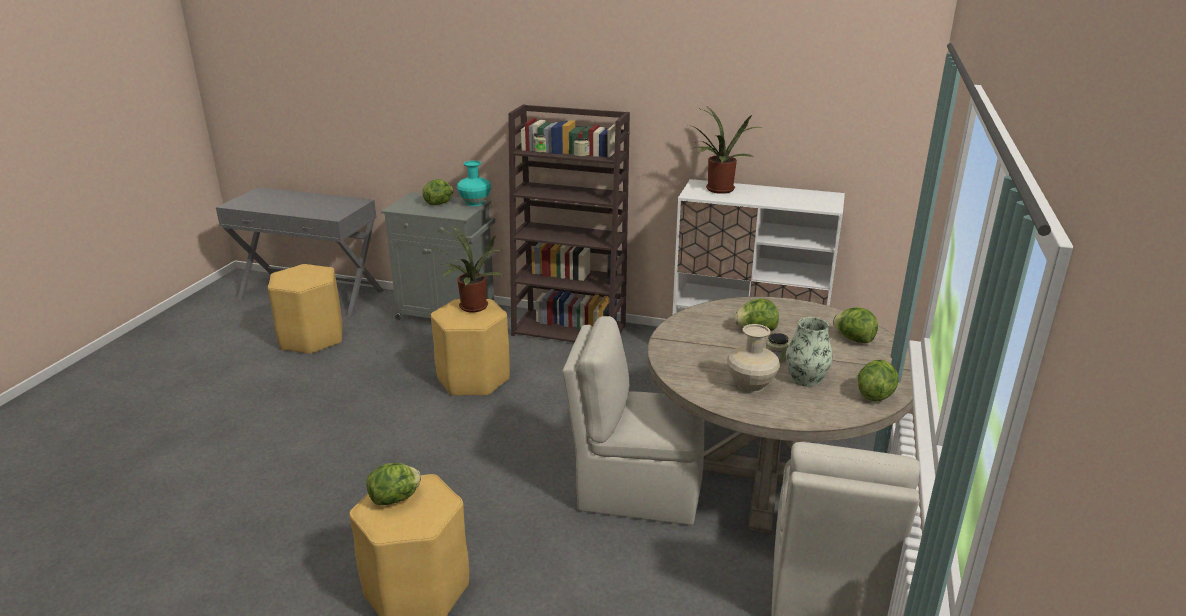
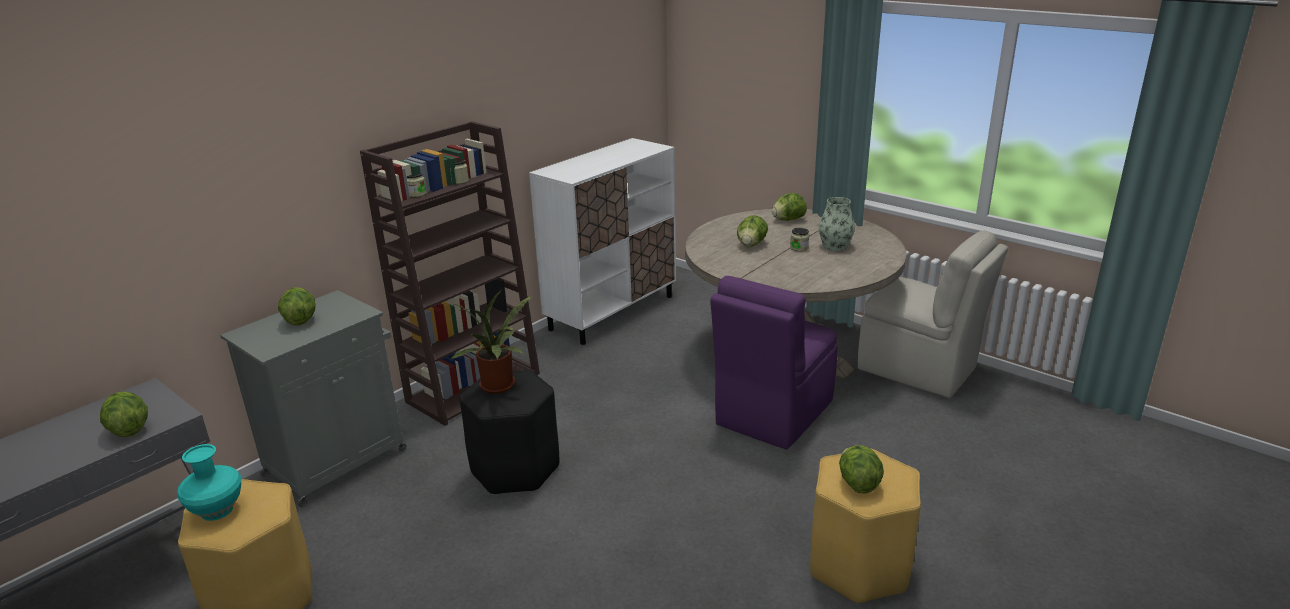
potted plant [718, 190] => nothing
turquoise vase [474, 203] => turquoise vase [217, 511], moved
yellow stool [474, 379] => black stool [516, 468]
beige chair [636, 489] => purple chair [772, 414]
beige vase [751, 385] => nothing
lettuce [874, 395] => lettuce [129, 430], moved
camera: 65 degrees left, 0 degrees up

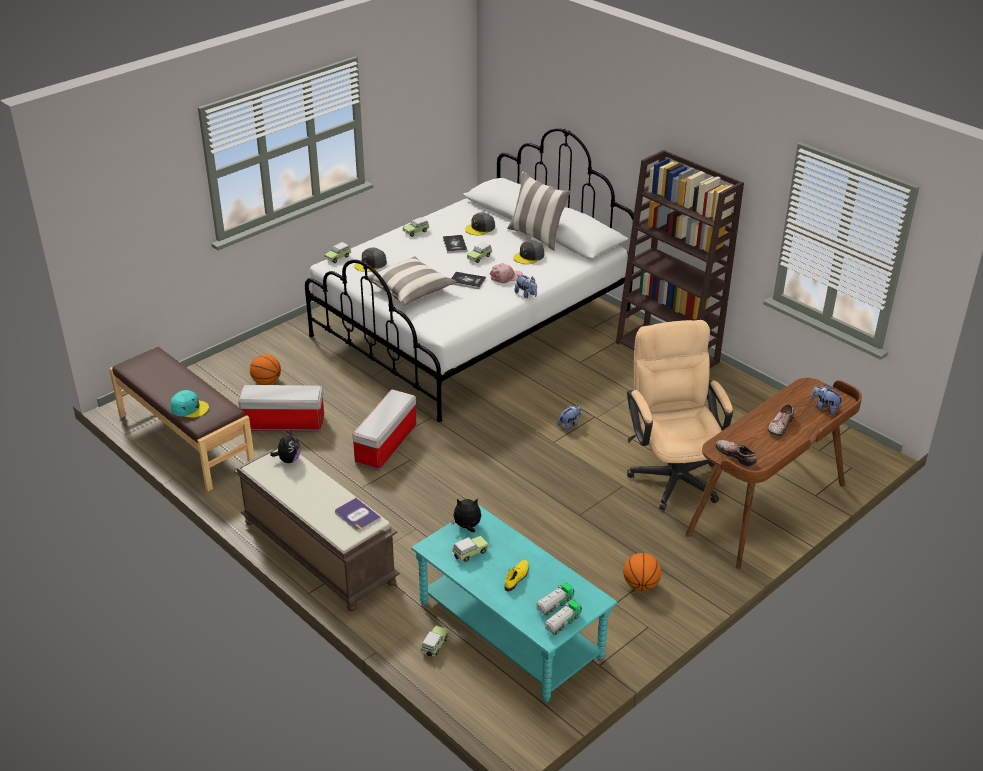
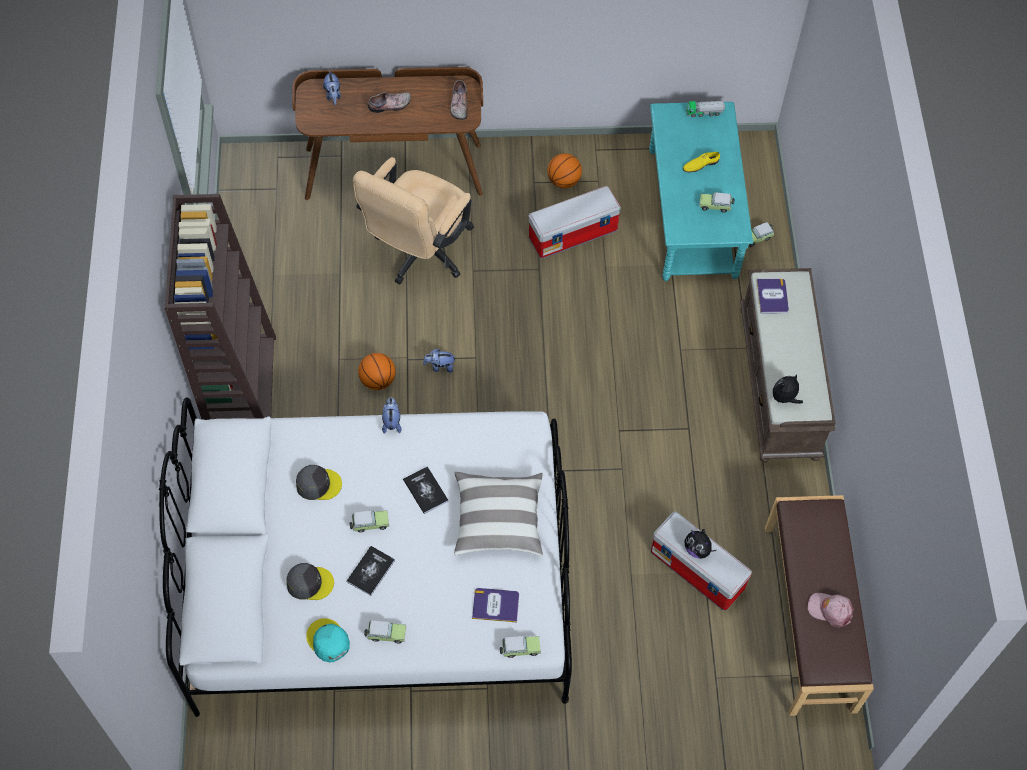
pillow [537, 236] => nothing
grey cap [371, 264] => book [495, 605]
pink cap [506, 277] => pink cap [830, 610], moved
basketball [266, 382] => basketball [378, 380], moved
storage box [386, 445] => storage box [573, 233], moved
turquoise cap [189, 408] => turquoise cap [328, 641], moved
plush toy [467, 527] => plush toy [697, 549], moved
toy truck [554, 605] => nothing
camera: 140 degrees left, 25 degrees up

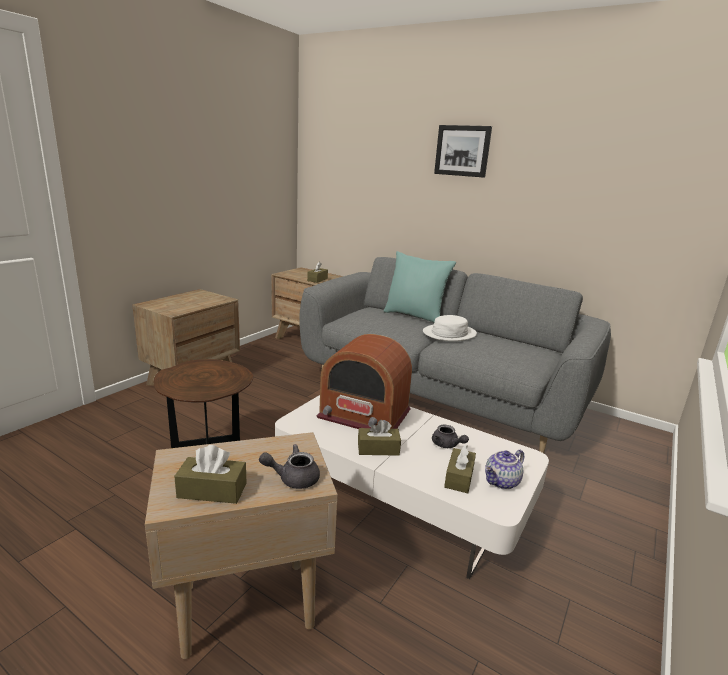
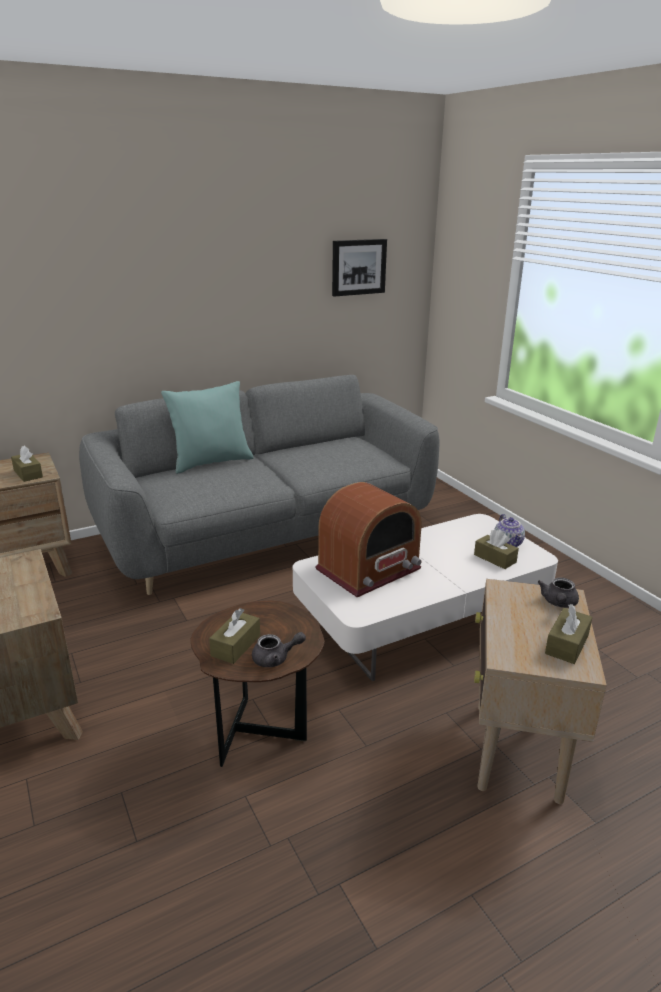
picture [462, 151] => picture [358, 267], moved
white hat [449, 333] => nothing
brown tissue box [378, 449] => brown tissue box [236, 645], moved
grey teapot [447, 445] => grey teapot [276, 658], moved
camera: 60 degrees left, 5 degrees up

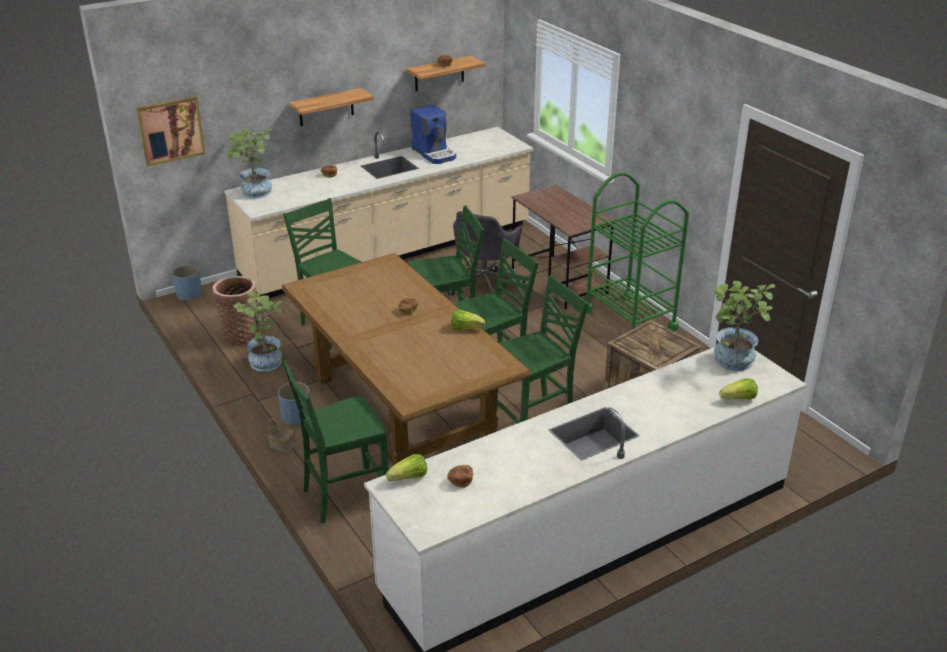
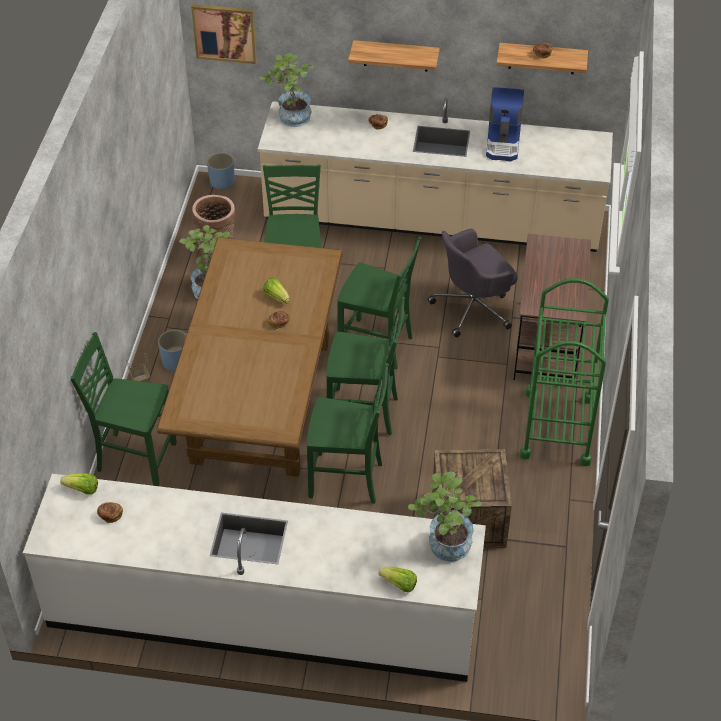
lettuce [465, 328] => lettuce [276, 297], moved
camera: 40 degrees right, 15 degrees up

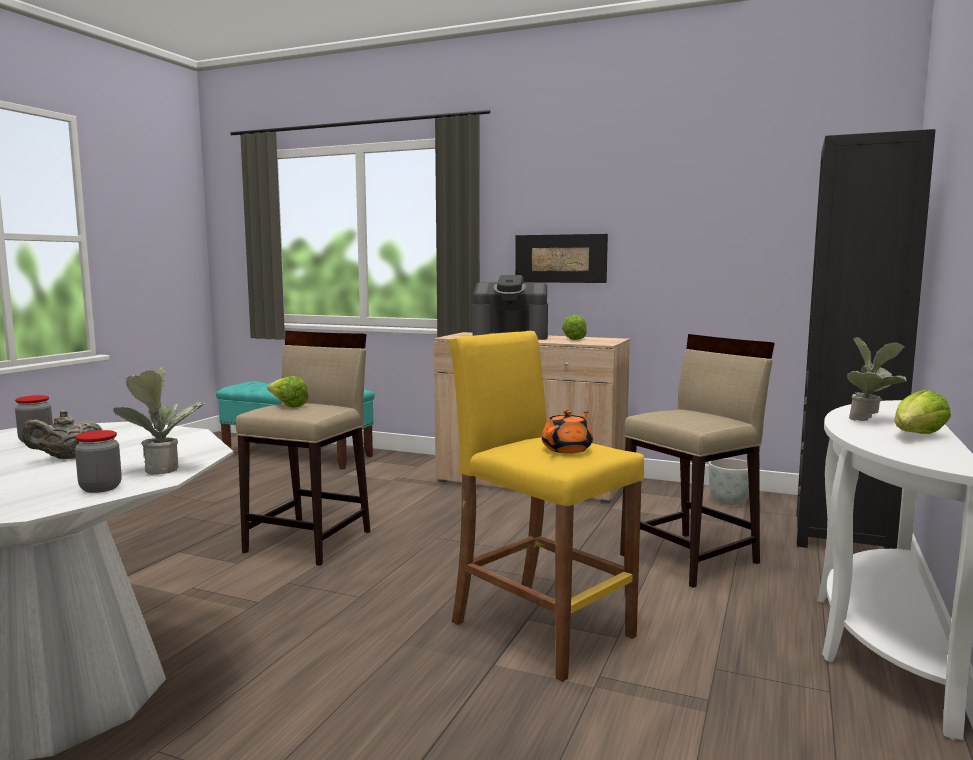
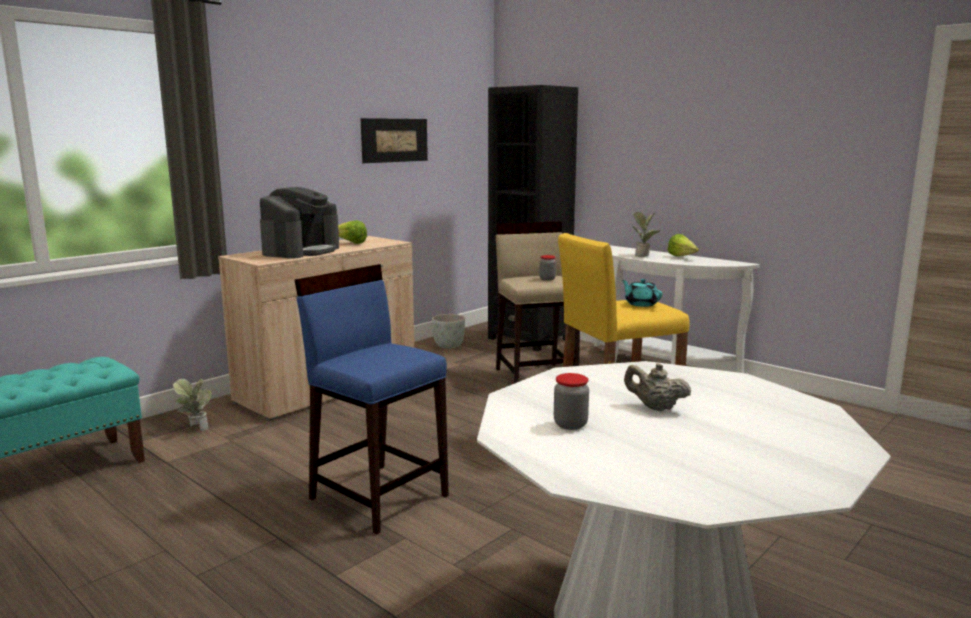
picture [560, 258] => picture [394, 140], moved
beige stool [310, 541] => blue stool [379, 496]
potted plant [161, 468] => potted plant [195, 429], moved
lettuce [287, 406] => nothing
beige teapot [65, 458] => beige teapot [655, 408], 135 degrees clockwise
orange teapot [568, 449] => turquoise teapot [641, 304]
jar [100, 488] => jar [547, 279], moved
camera: 70 degrees left, 5 degrees up

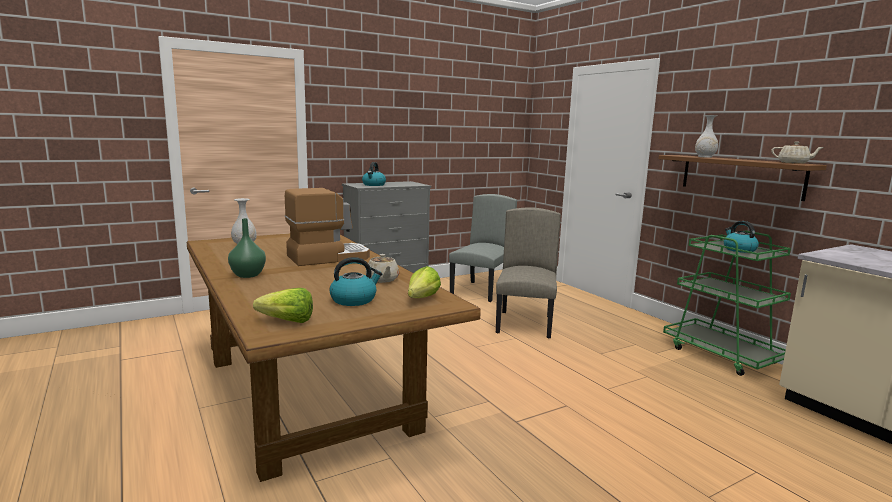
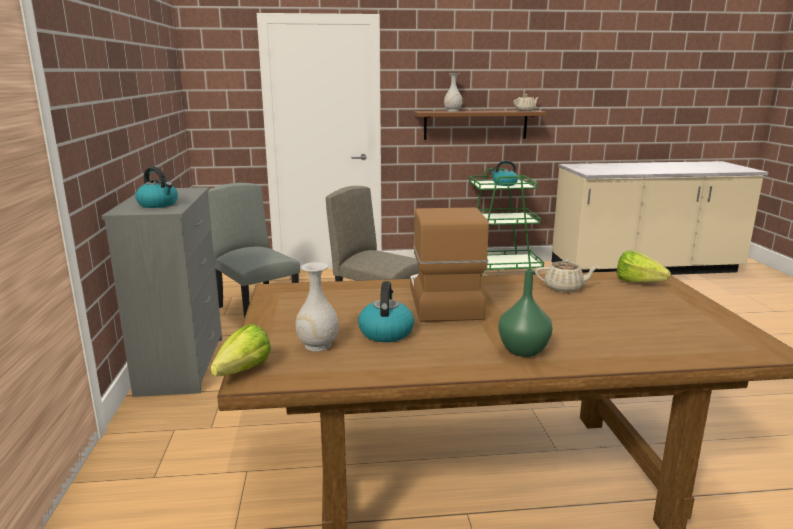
kettle [354, 300] => kettle [385, 332], moved
lettuce [283, 321] => lettuce [238, 374], moved
camera: 65 degrees left, 5 degrees up

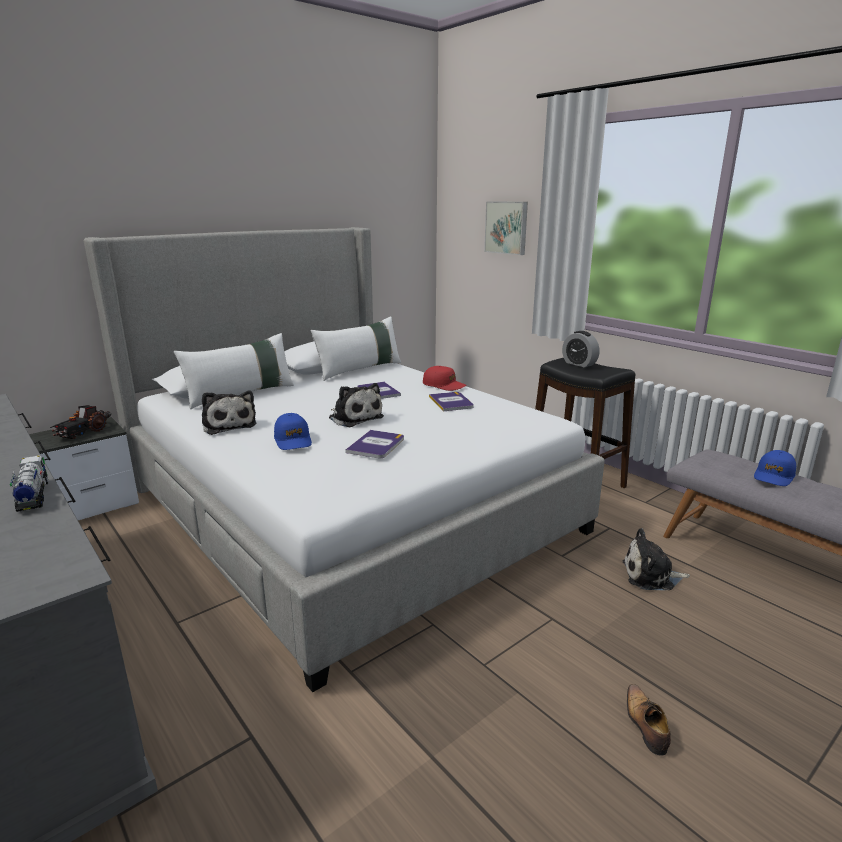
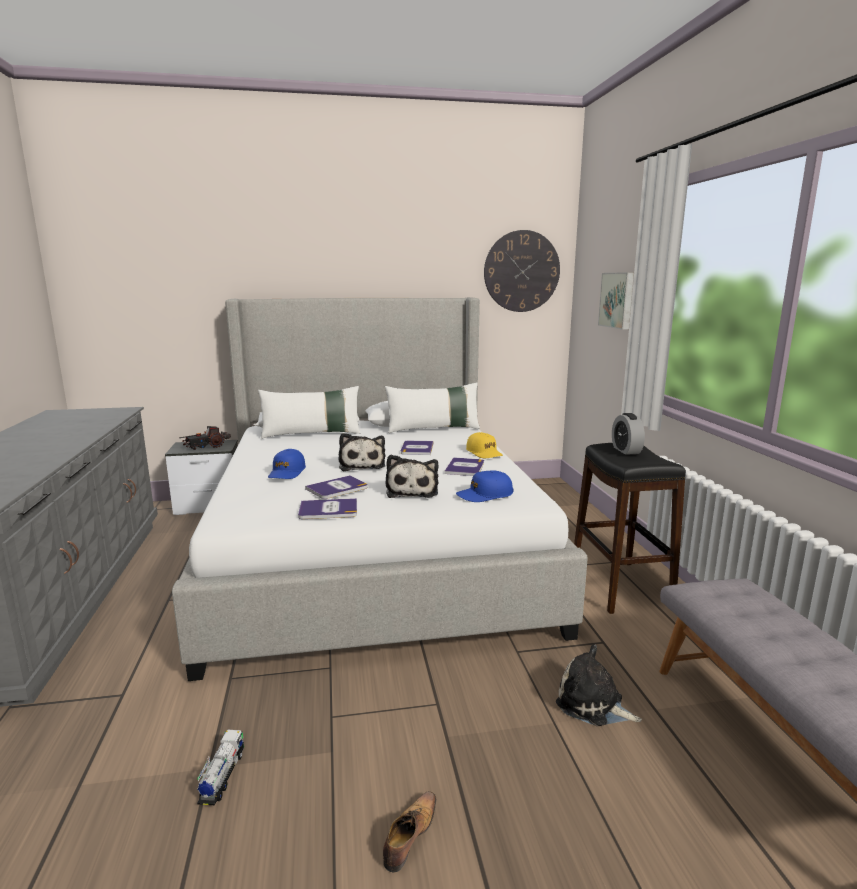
red cap [444, 385] => yellow cap [484, 453]
plush toy [228, 425] => plush toy [412, 491], moved
blue cap [774, 476] => blue cap [485, 495], moved
toy truck [33, 496] => toy truck [222, 776], moved
nothing => wall clock [521, 271]
nothing => book [328, 510]
camera: 30 degrees right, 5 degrees down

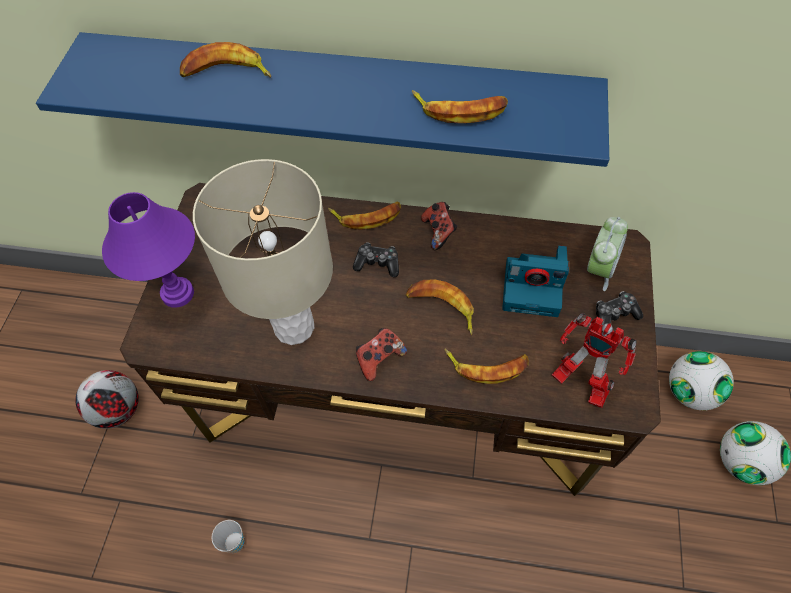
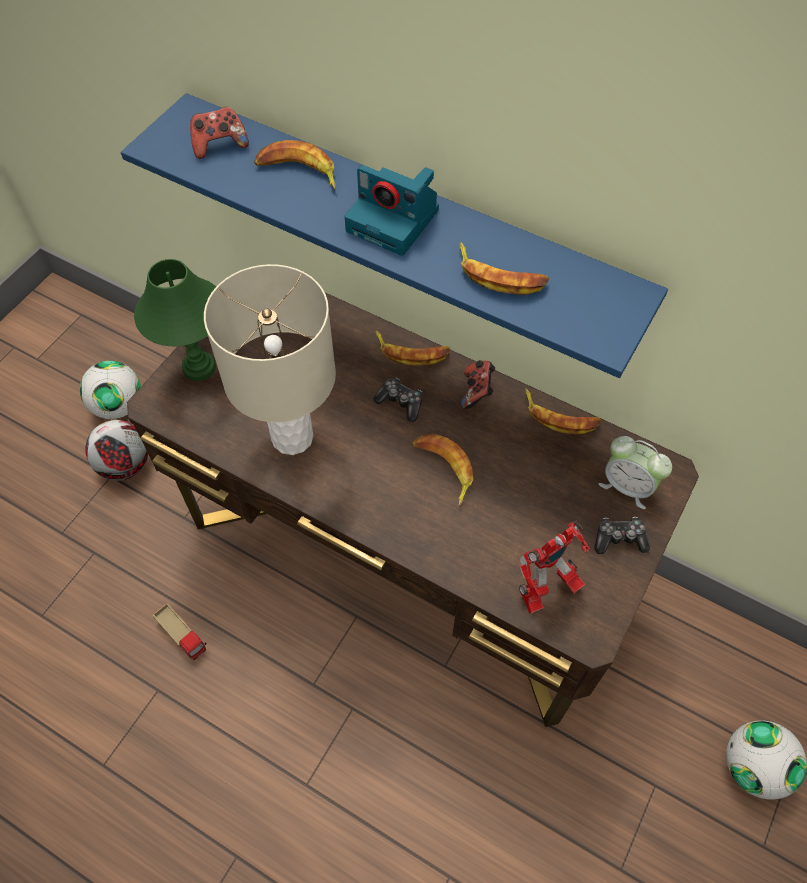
purple table lamp [178, 293] => green table lamp [200, 367]
alarm clock [599, 269] => alarm clock [627, 486], 75 degrees clockwise
photo camera [533, 288] => photo camera [395, 221], moved
toy robot [578, 383] => toy robot [546, 592], 90 degrees counterclockwise
game controller [379, 359] => game controller [220, 145], moved
banana [487, 366] => banana [560, 417], moved
football [689, 392] => football [118, 406], moved
cup [234, 542] => toy truck [183, 635]
camera: 20 degrees right, 0 degrees up

